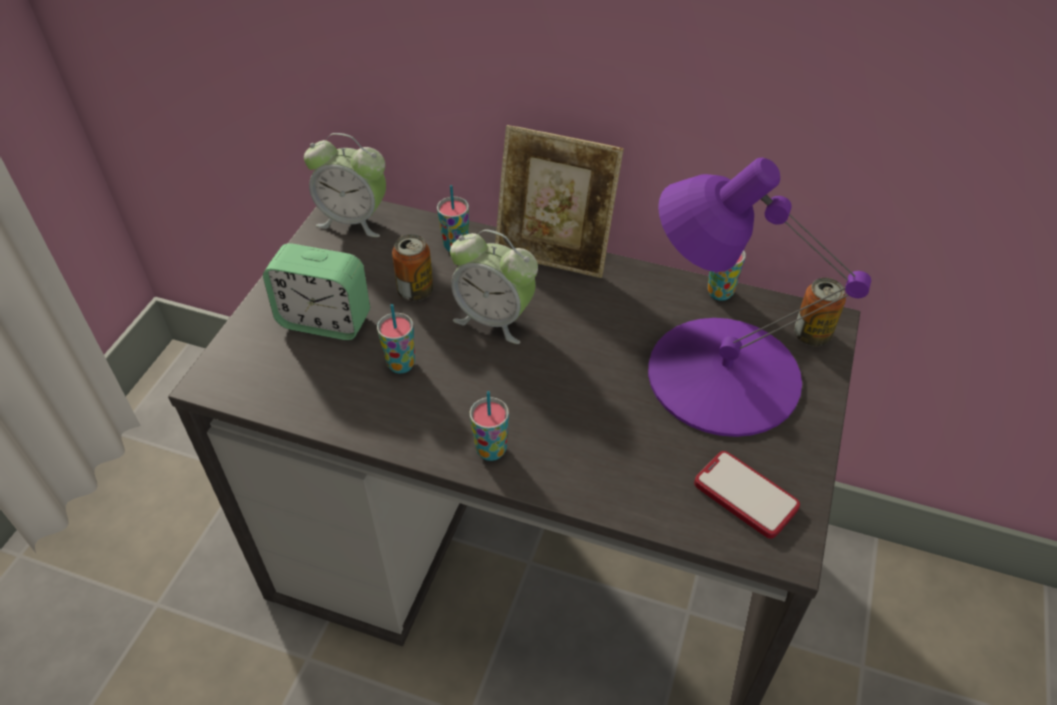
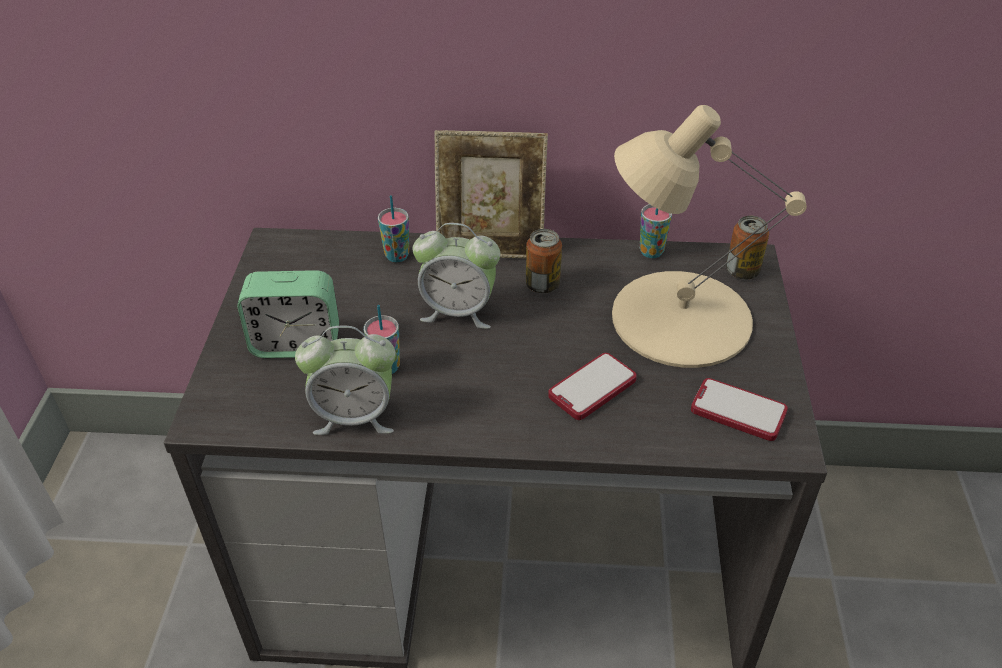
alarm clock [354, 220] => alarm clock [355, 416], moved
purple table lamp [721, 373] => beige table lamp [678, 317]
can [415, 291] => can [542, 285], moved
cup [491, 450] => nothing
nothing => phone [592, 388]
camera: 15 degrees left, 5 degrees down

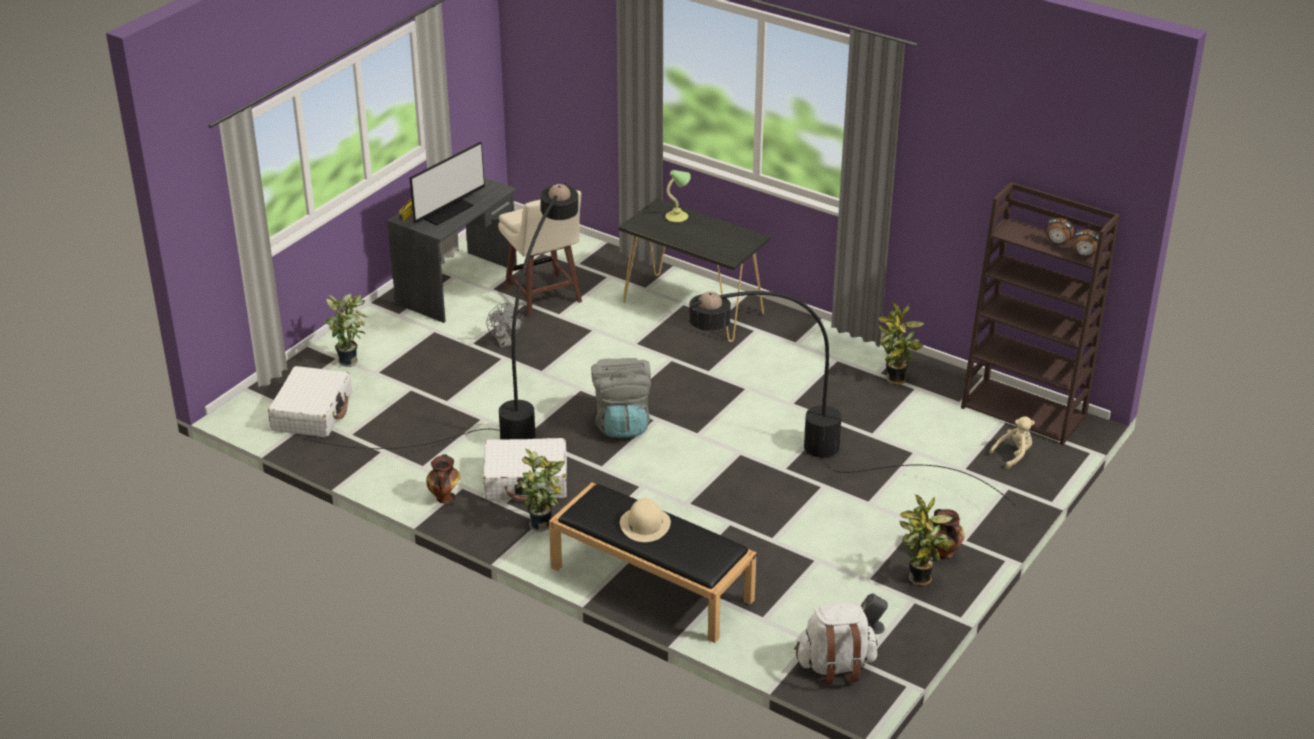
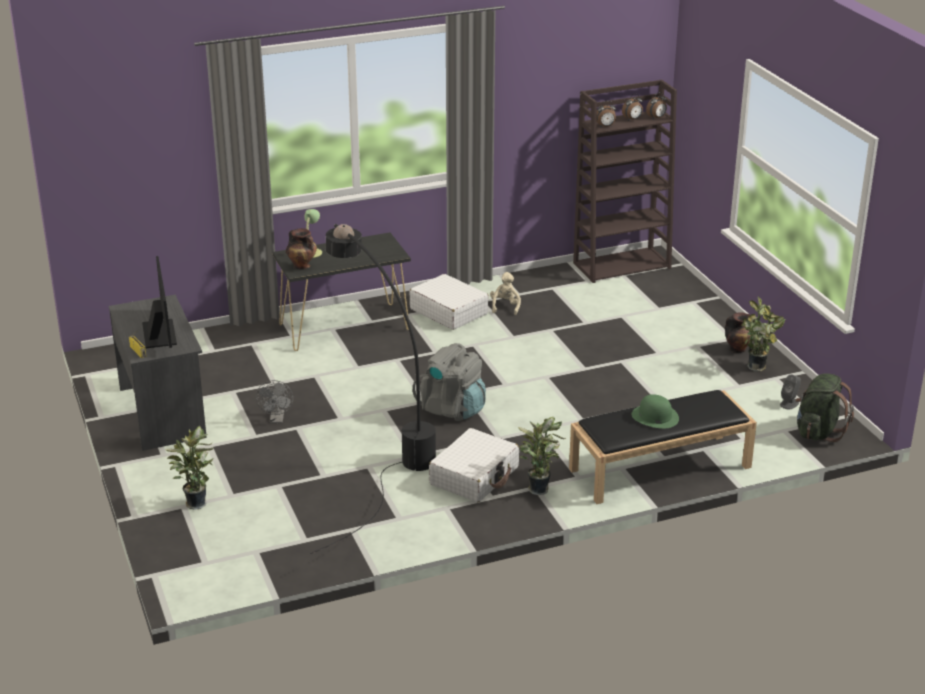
beige stool [543, 296] => nothing
black floor lamp [796, 471] => nothing
potted plant [896, 381] => nothing
grey fan [505, 343] => grey fan [277, 420], 75 degrees clockwise
white suitcase [312, 412] => white suitcase [448, 311], moved
beige plush toy [1014, 455] => beige plush toy [505, 307], moved
vase [445, 498] => vase [302, 266], moved
beige hat [645, 524] => green hat [654, 416]
white backpack [835, 666] => green backpack [818, 432]
nothing => alarm clock [605, 126]
camera: 55 degrees left, 5 degrees down

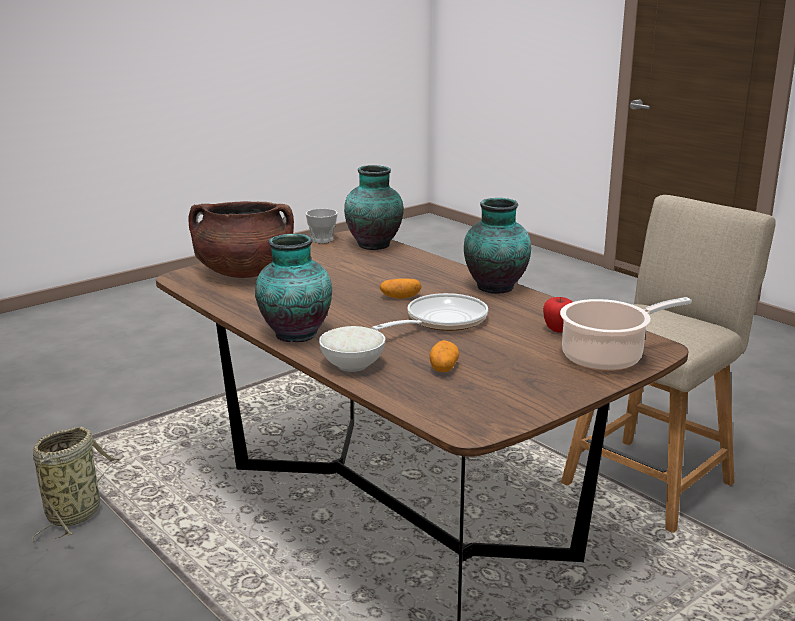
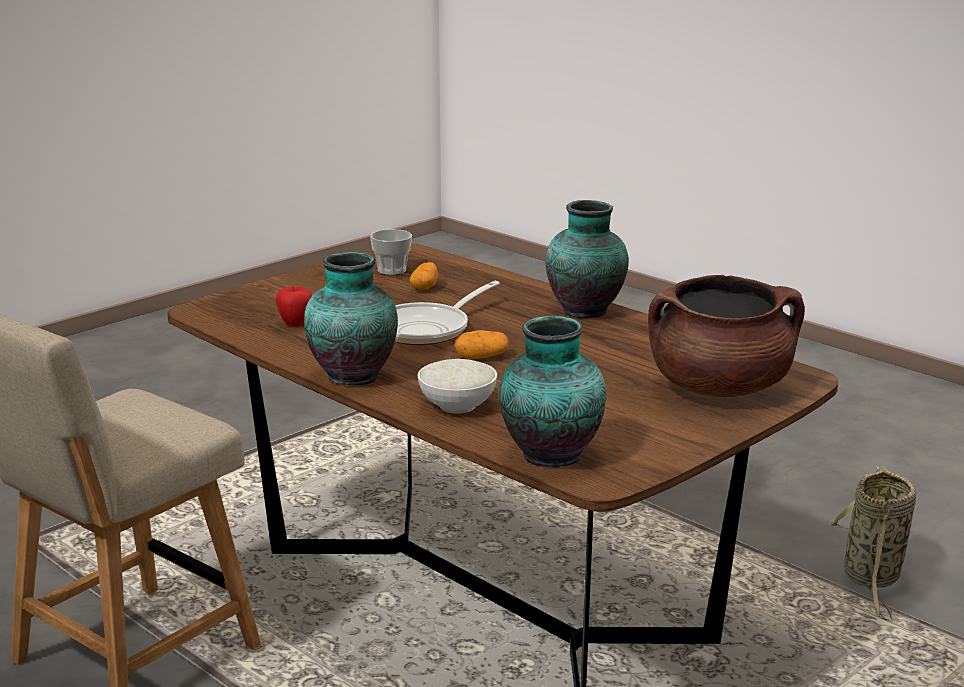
cup [322, 240] => cup [392, 270], moved
cooking pot [607, 357] => nothing
white bowl [352, 365] => white bowl [458, 406], moved
camera: 175 degrees right, 0 degrees up

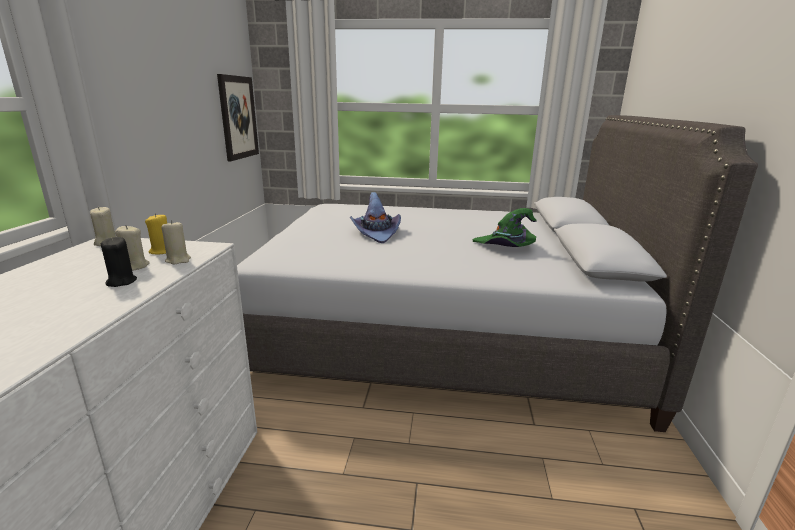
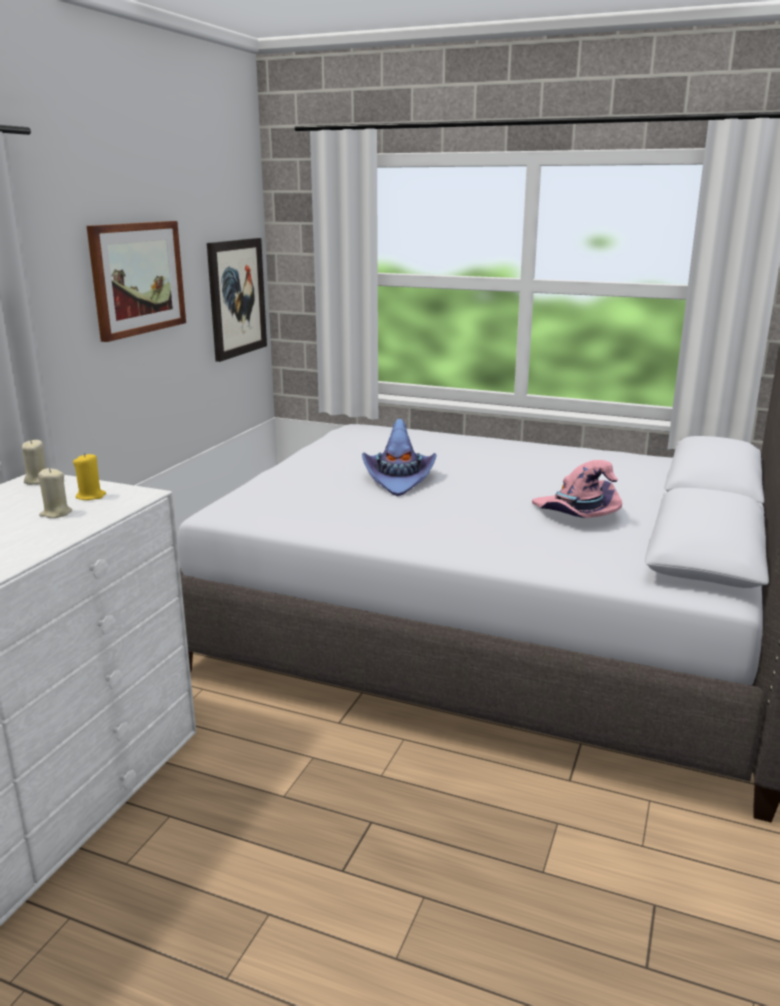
green hat [505, 247] => pink hat [576, 515]
beige candle [178, 260] => nothing
black candle [121, 281] => nothing
nothing => picture [137, 278]
camera: 15 degrees right, 0 degrees up

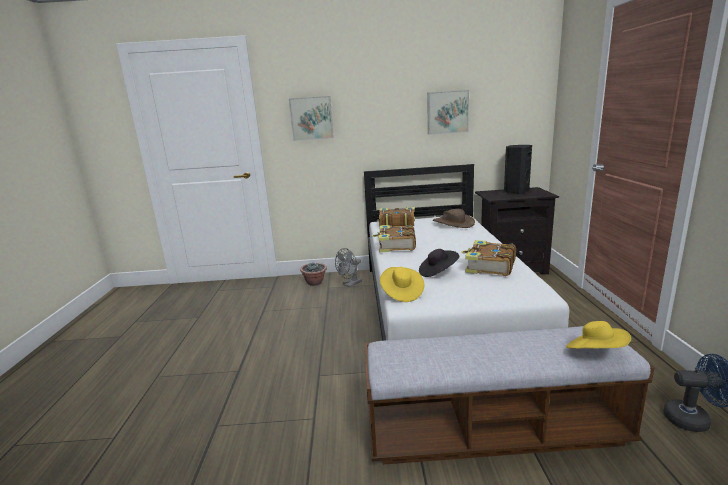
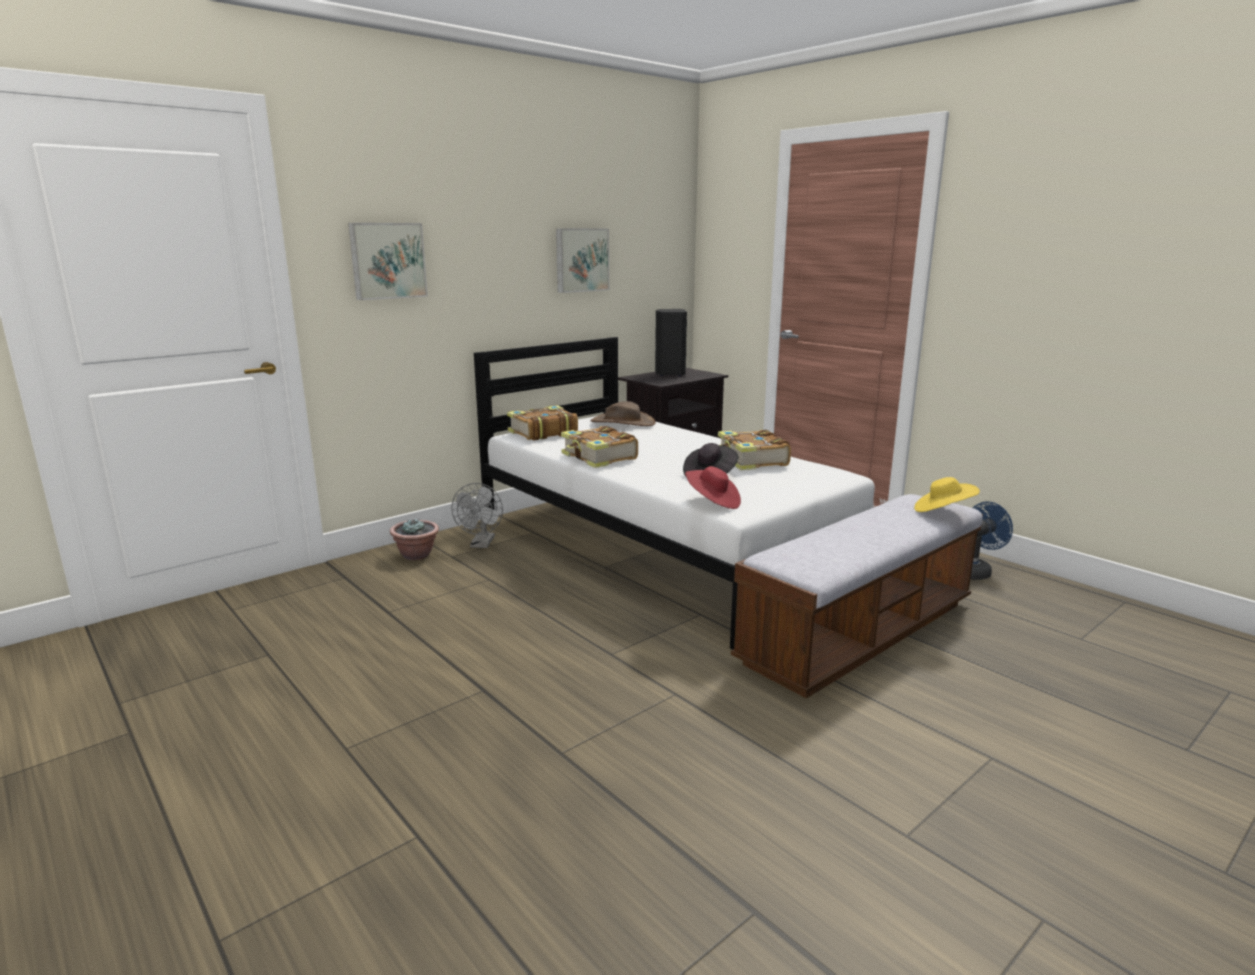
yellow hat [401, 293] => red hat [712, 502]
camera: 40 degrees left, 0 degrees up

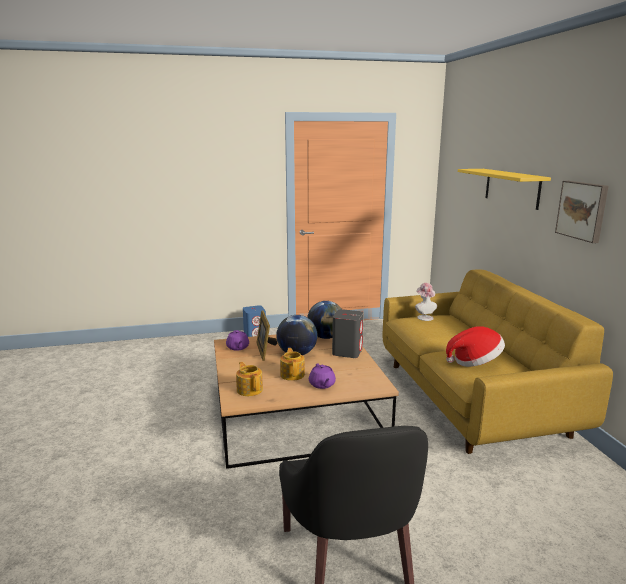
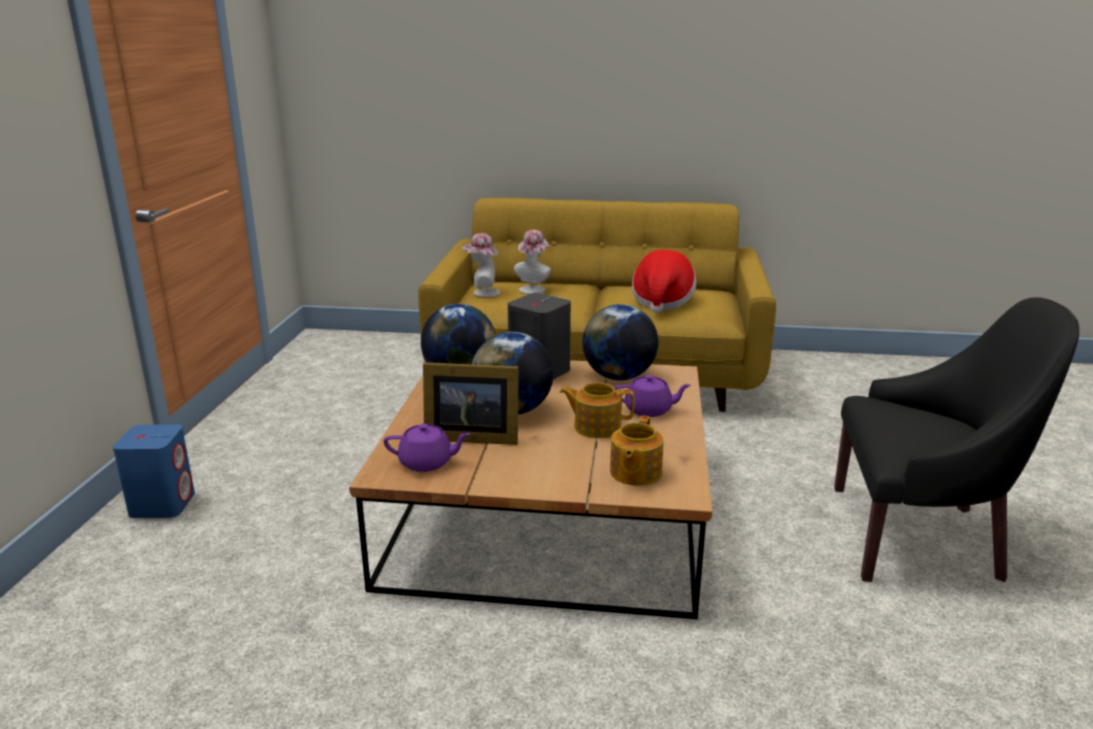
yellow shelf [512, 188] => nothing
picture [583, 210] => nothing
teapot [249, 389] => teapot [634, 473], 60 degrees counterclockwise
nothing => hat [533, 288]
nothing => globe [618, 377]
camera: 70 degrees left, 5 degrees up

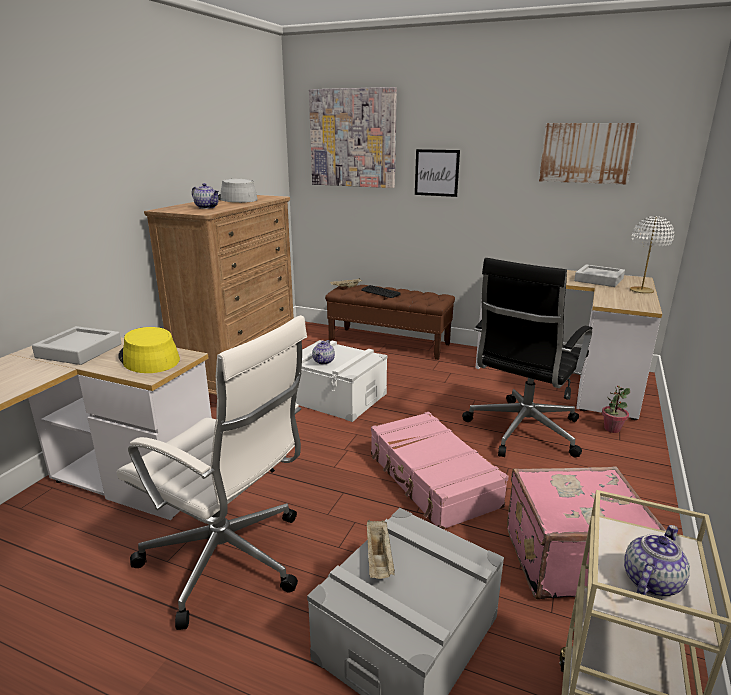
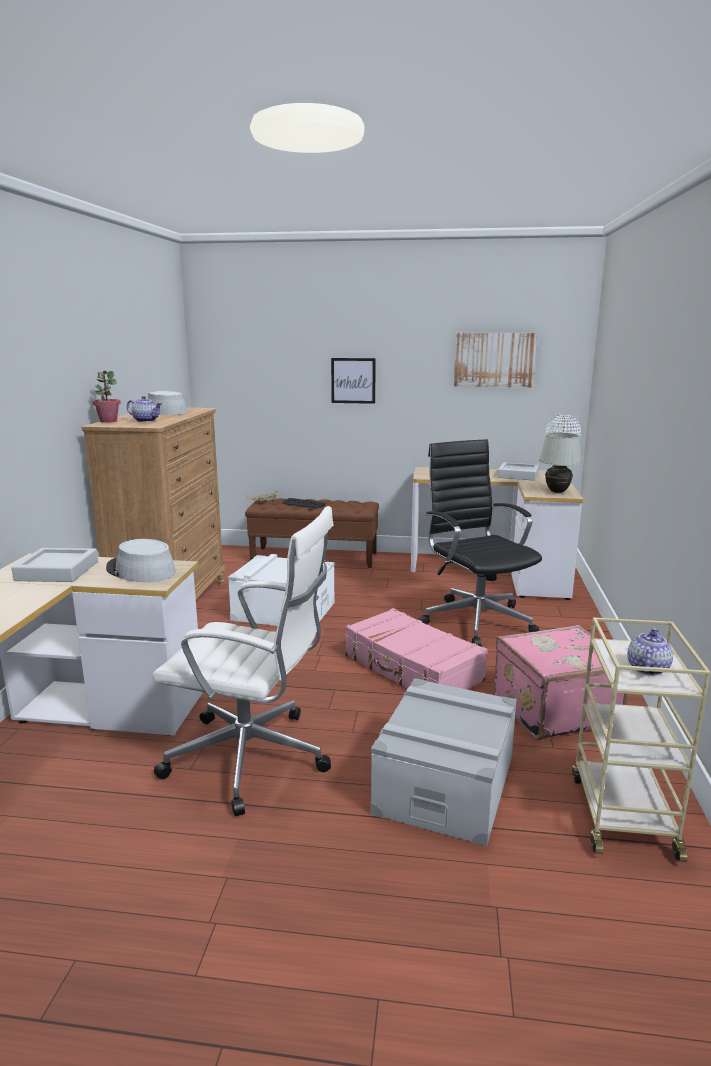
picture [353, 138] => nothing
black office chair [522, 431] => black office chair [476, 620], 135 degrees clockwise
yellow hat [148, 358] => grey hat [140, 570]
teapot [324, 361] => nothing
potted plant [611, 429] => potted plant [108, 421], moved
beige tray [379, 559] => nothing
nothing => white table lamp [557, 492]
camera: 15 degrees left, 5 degrees down

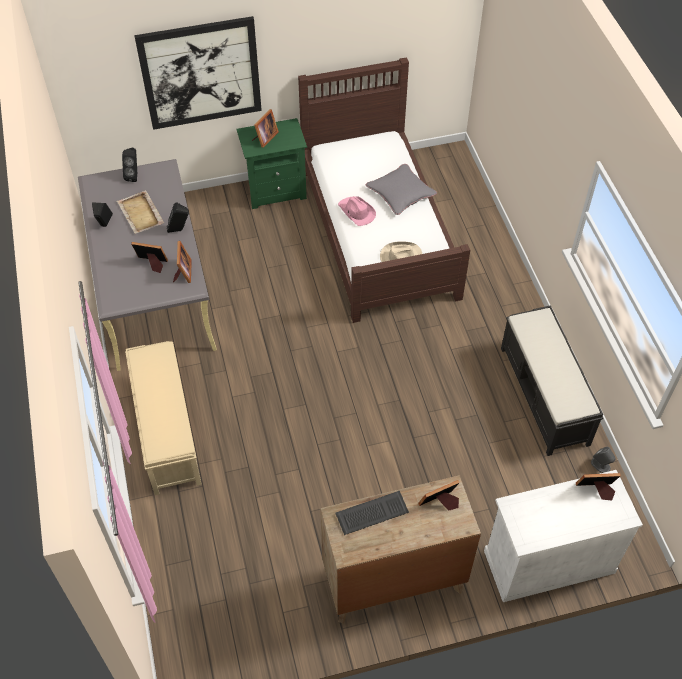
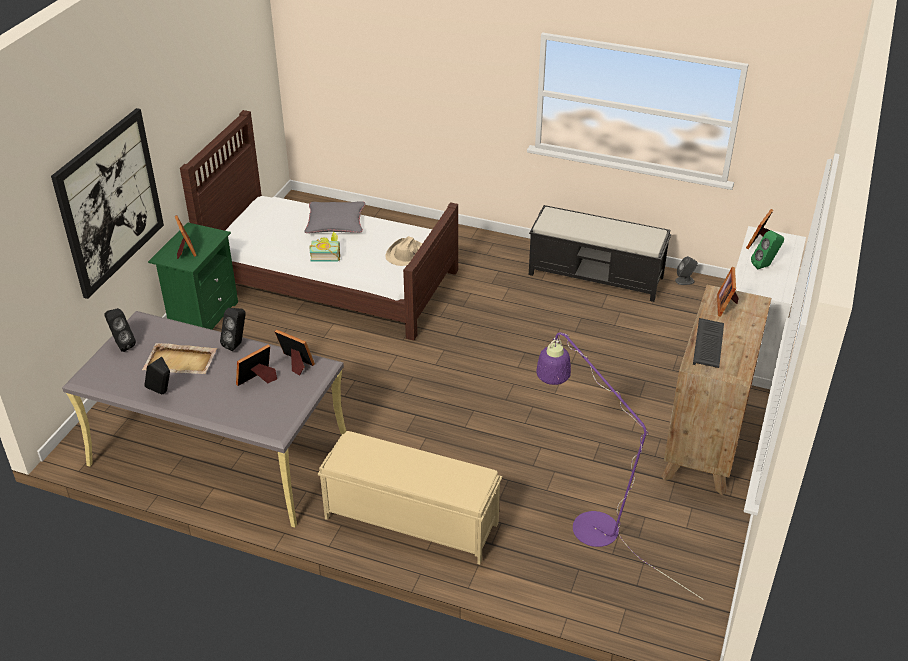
pink hat [356, 212] => book [326, 254]
nothing => green speaker [765, 266]
nothing => purple floor lamp [585, 522]
camera: 55 degrees left, 15 degrees down

